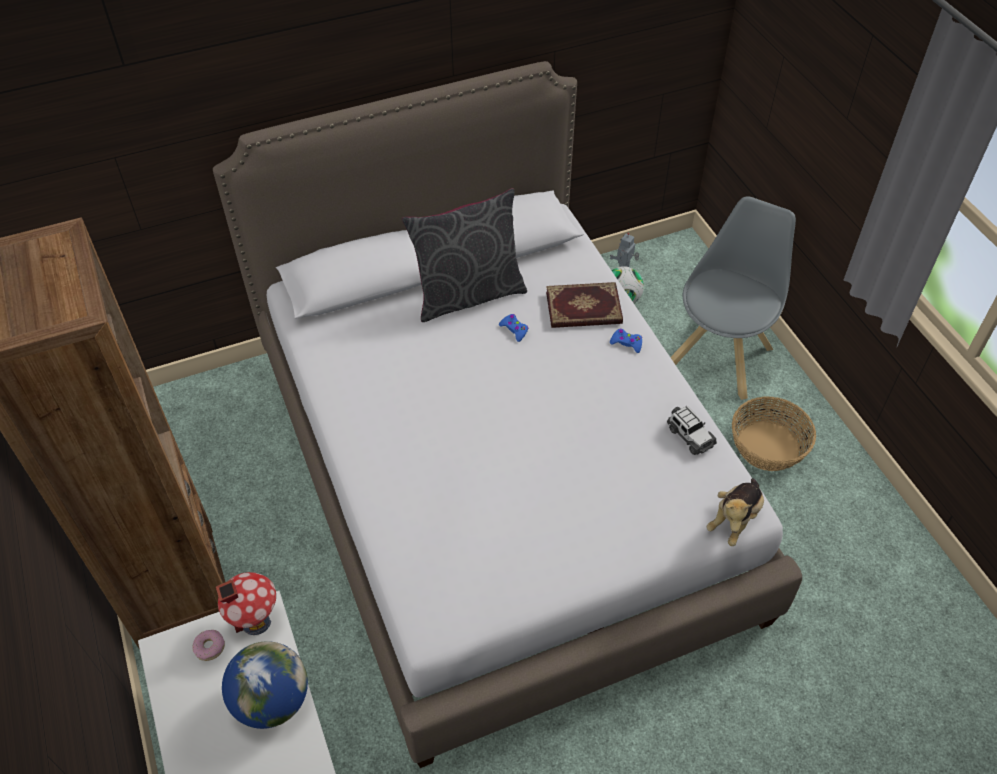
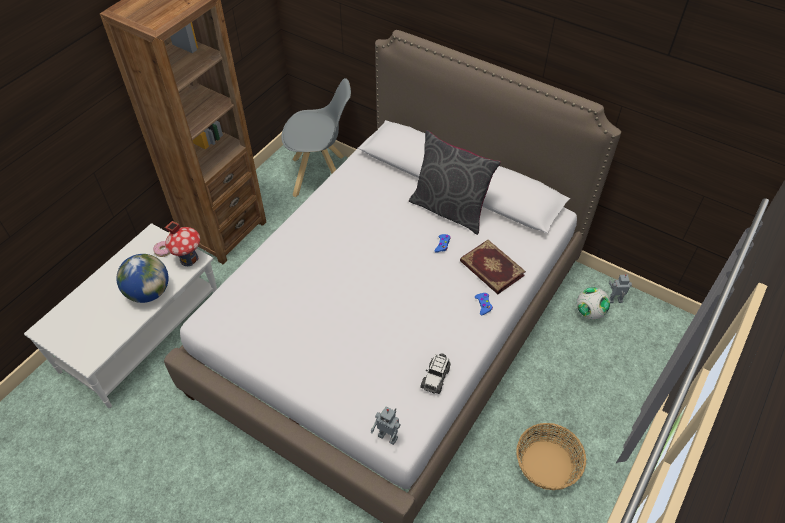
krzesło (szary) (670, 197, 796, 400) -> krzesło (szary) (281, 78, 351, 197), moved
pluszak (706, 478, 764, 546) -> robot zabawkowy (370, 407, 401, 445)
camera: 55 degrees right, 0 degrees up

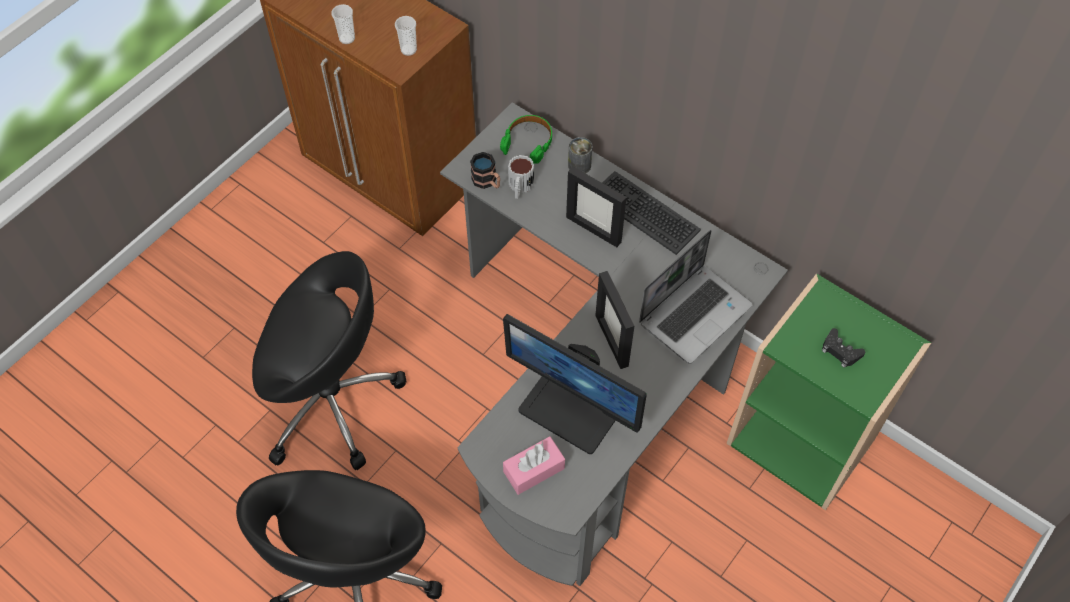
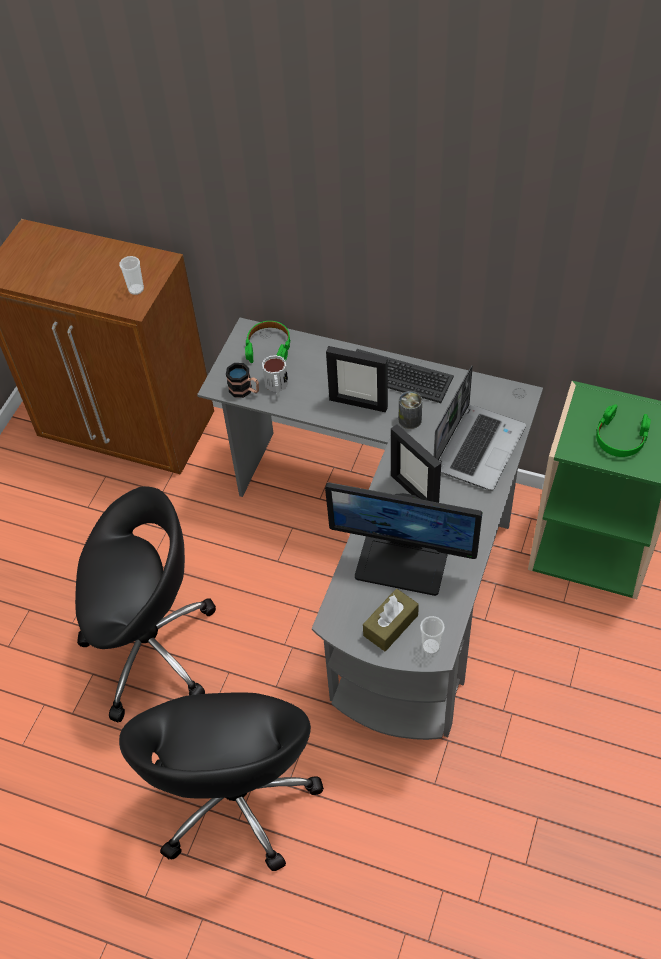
filiżanka (331, 4, 355, 44) -> filiżanka (420, 616, 445, 655), moved
puszka (568, 137, 592, 173) -> puszka (399, 391, 422, 429), moved
pad do gier (czarny) (822, 328, 865, 368) -> słuchawki (zielony) (596, 404, 651, 457)
pudełko chusteczek (różowy) (503, 436, 565, 495) -> pudełko chusteczek (brązowy) (363, 589, 419, 651)
camera: 15 degrees left, 5 degrees down

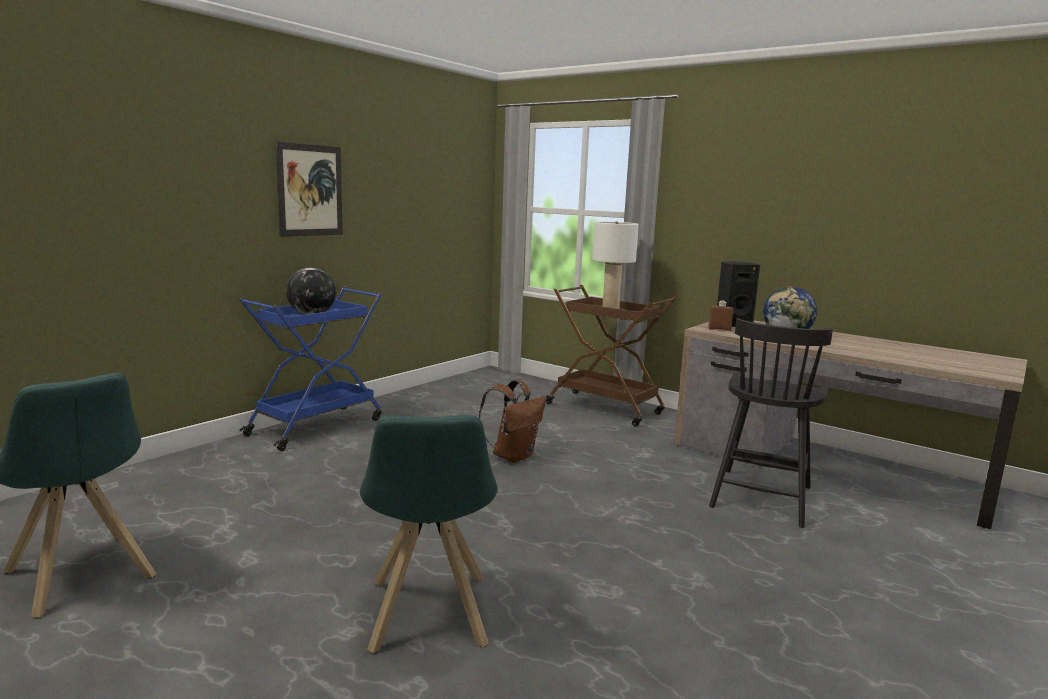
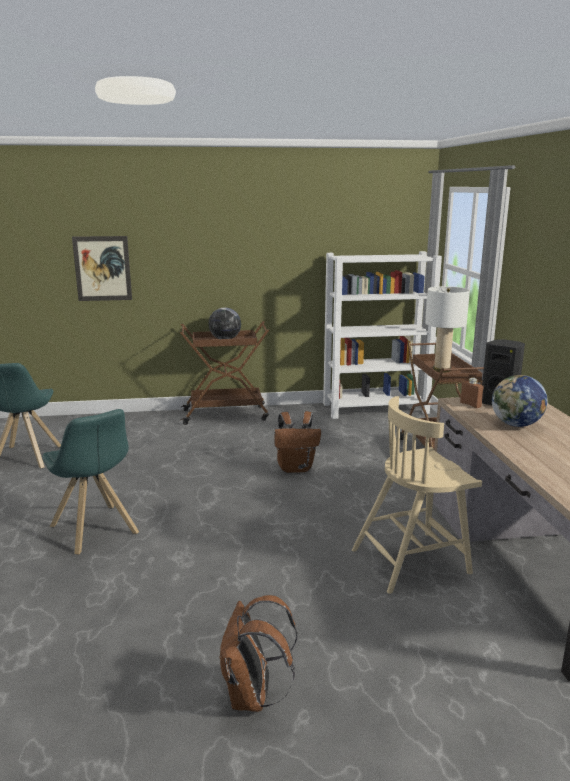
none -> plecak (brązowy) (219, 595, 297, 712)
none -> regał (biały) (323, 251, 442, 419)
obraz (275, 141, 343, 237) -> obraz (72, 236, 132, 301), moved
wózek (niebieski) (238, 286, 382, 451) -> wózek (brązowy) (180, 321, 269, 425)
krzesło (czarny) (709, 318, 833, 528) -> krzesło (beżowy) (352, 396, 482, 594)
krzesło (turkusowy) (360, 415, 498, 654) -> krzesło (turkusowy) (42, 409, 139, 555), 75 degrees counterclockwise
camera: 45 degrees right, 5 degrees up

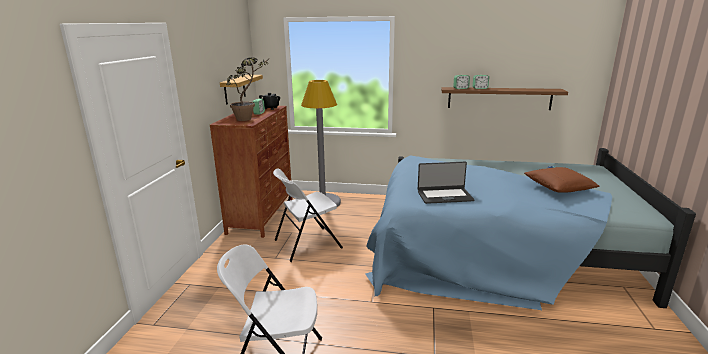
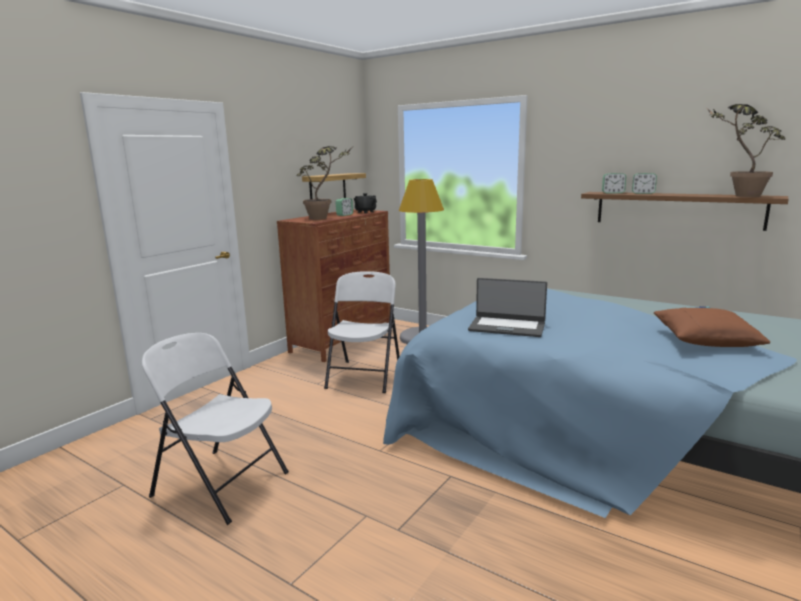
none -> roślina doniczkowa (707, 104, 785, 197)
krzesło (biały) (273, 168, 343, 262) -> krzesło (biały) (324, 271, 400, 393), 105 degrees clockwise
camera: 25 degrees right, 5 degrees down

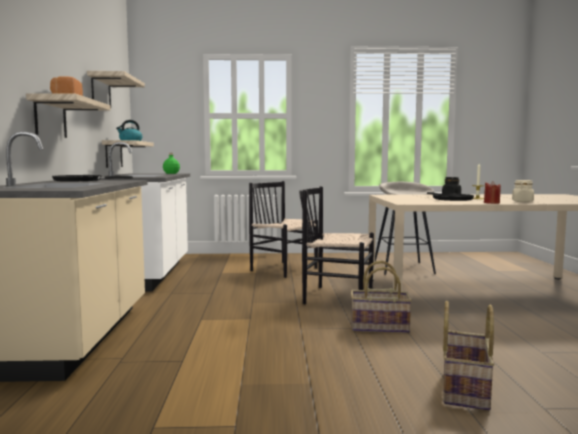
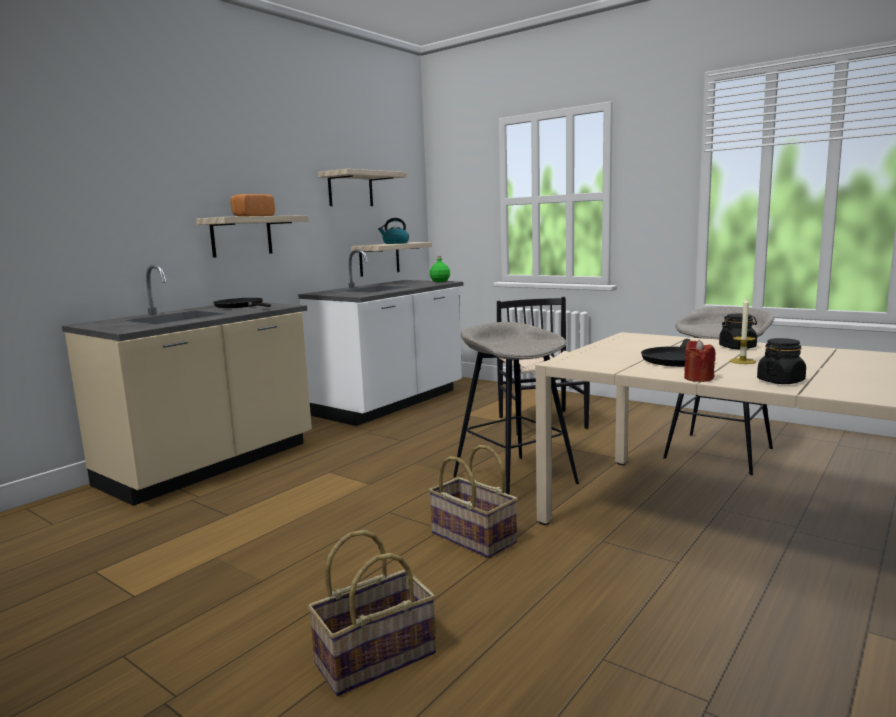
krzesło (czarny) (299, 186, 374, 304) -> stołek (szary) (453, 322, 579, 495)
słoik (beżowy) (512, 180, 534, 202) -> słoik (czarny) (757, 338, 806, 384)
camera: 40 degrees right, 5 degrees up

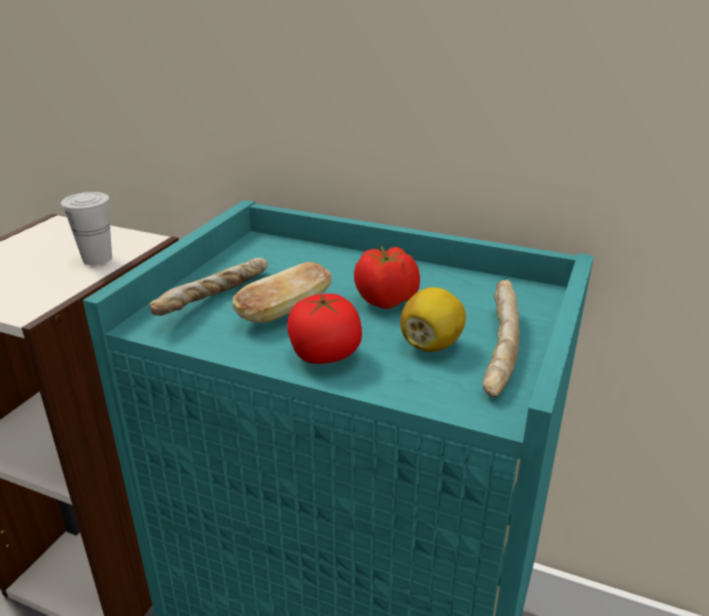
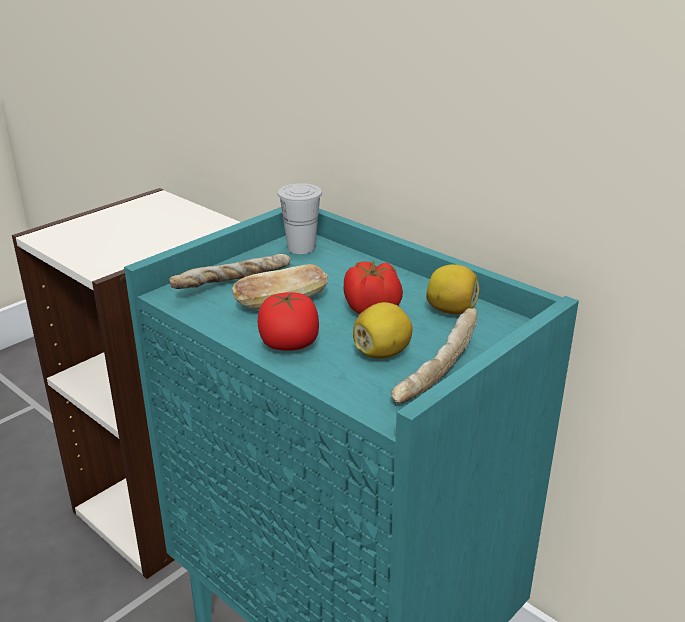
none -> cytryna (426, 264, 479, 314)
filiżanka (biały) (61, 192, 112, 265) -> filiżanka (biały) (277, 183, 322, 254), moved
camera: 20 degrees right, 0 degrees up

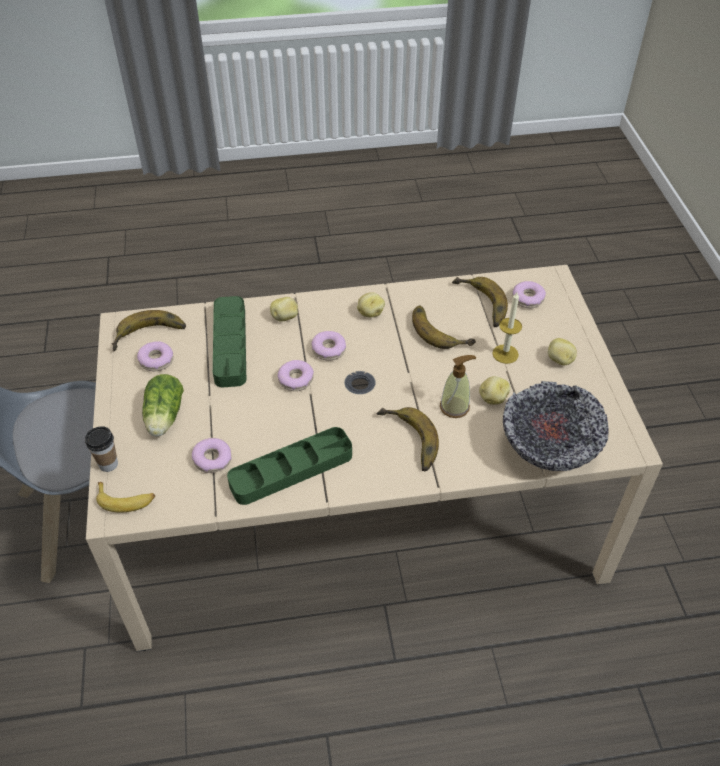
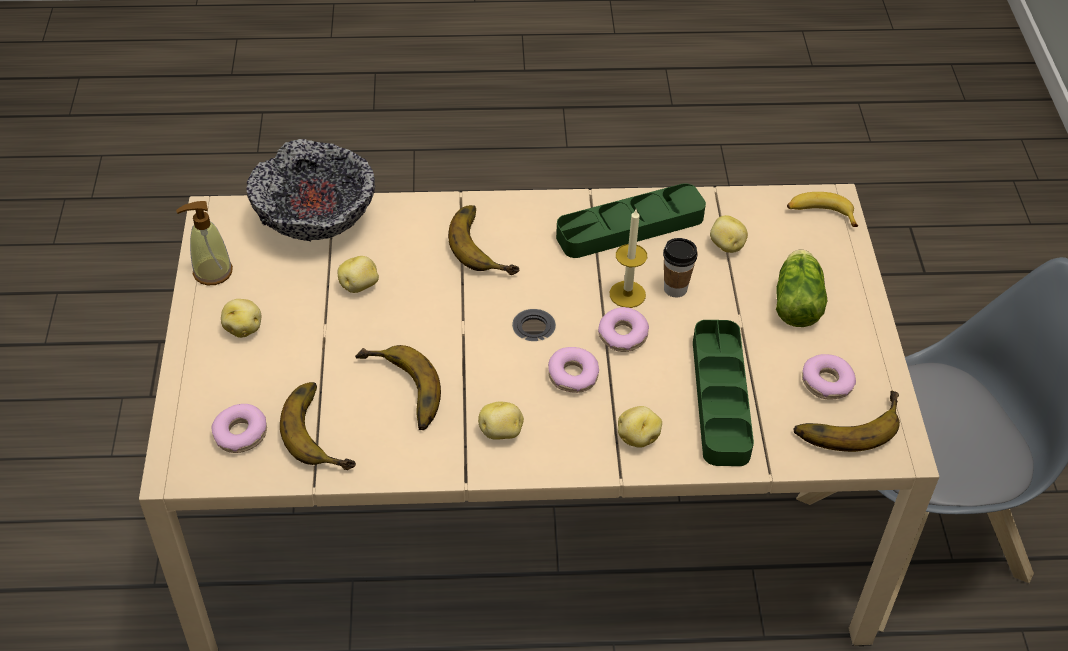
filiżanka (85, 426, 118, 472) -> filiżanka (663, 238, 698, 297), moved
dozownik mydła (440, 355, 476, 418) -> dozownik mydła (176, 201, 233, 285), moved
świeca (492, 292, 522, 364) -> świeca (610, 209, 647, 308), moved
donut (192, 438, 232, 473) -> ziemniak (710, 215, 748, 253)
camera: 175 degrees left, 0 degrees up

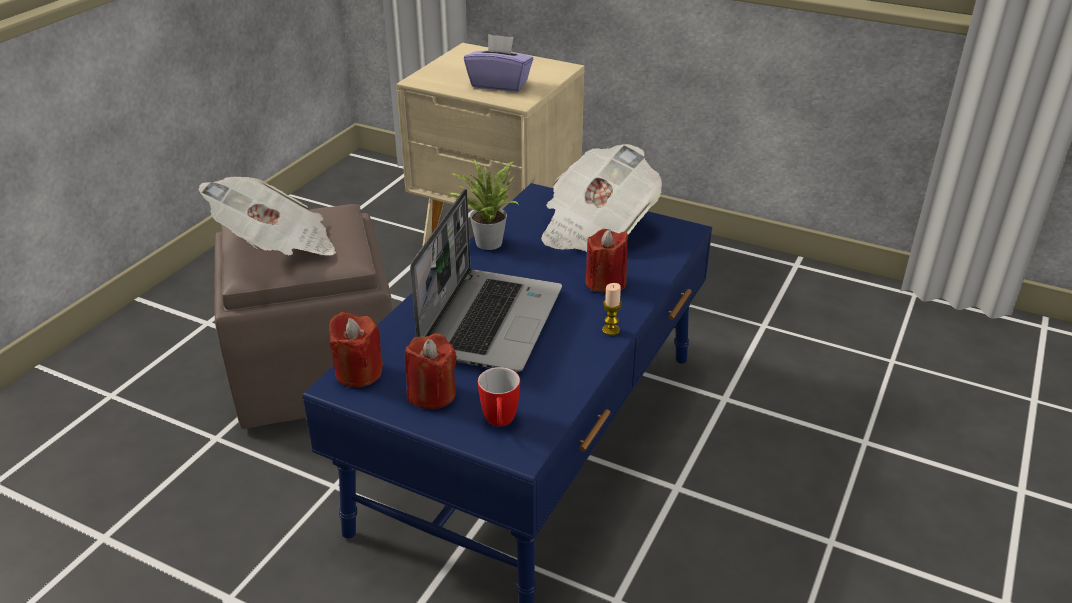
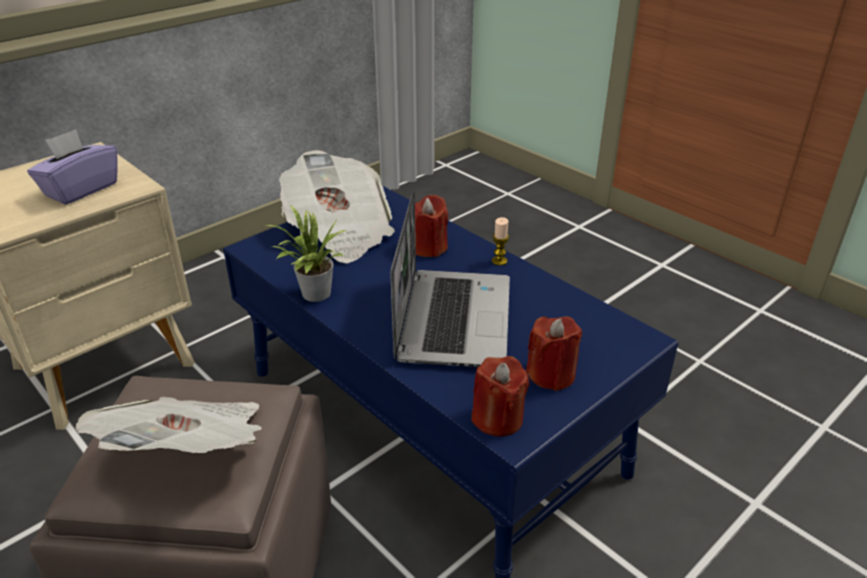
kubek (478, 367, 520, 426) -> none
laptop (410, 189, 562, 372) -> laptop (391, 190, 510, 367), 60 degrees clockwise
camera: 70 degrees left, 0 degrees up

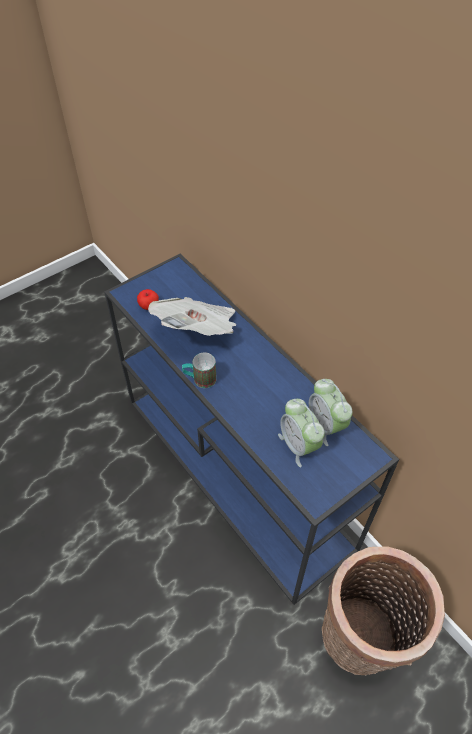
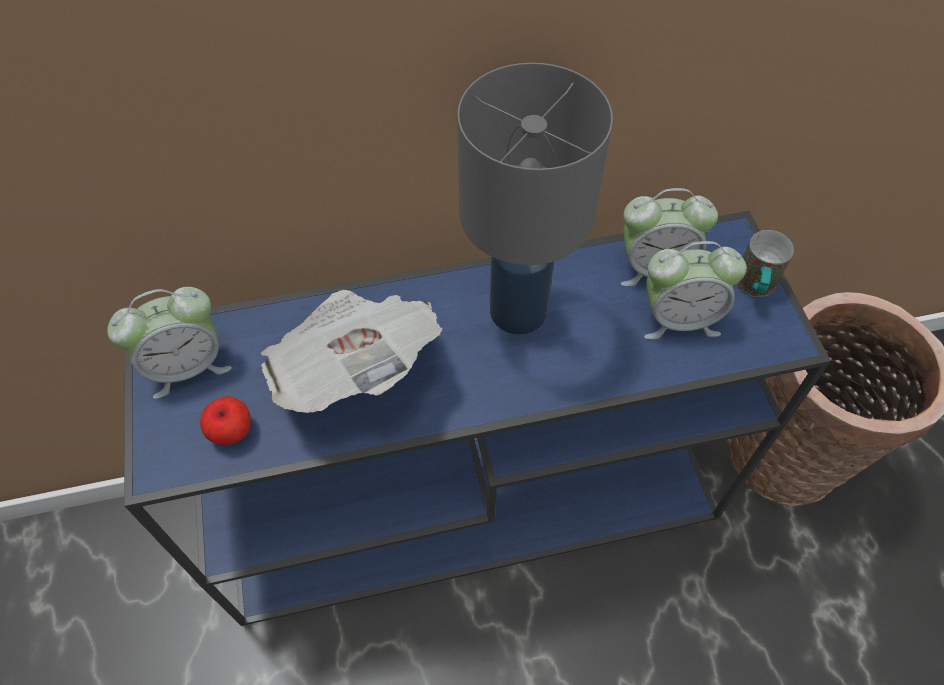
none -> budzik (107, 287, 232, 399)
none -> lampa stołowa (szary) (457, 63, 613, 335)
kubek (182, 352, 216, 388) -> kubek (736, 230, 794, 297), moved
camera: 65 degrees left, 5 degrees up

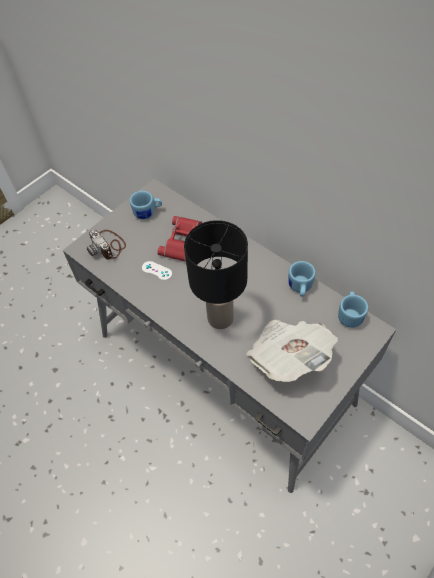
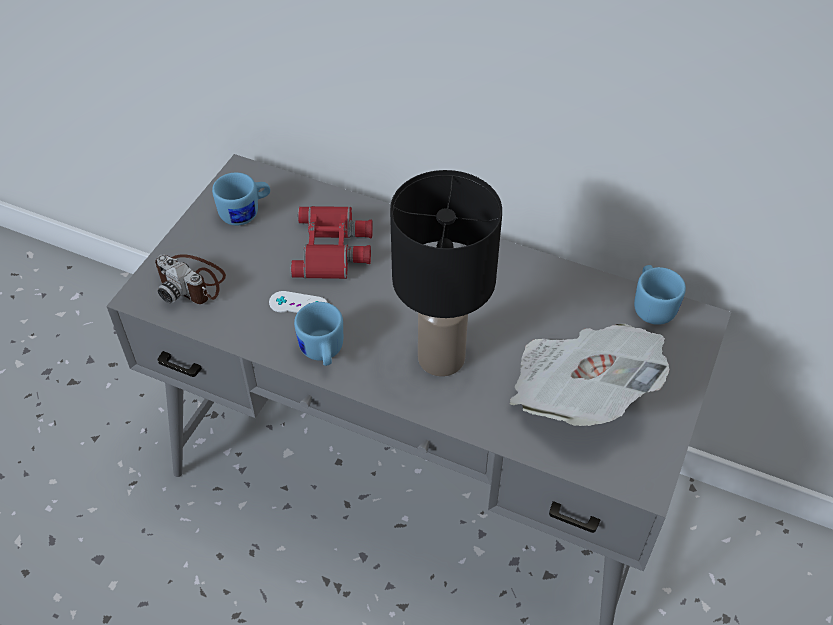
kubek (niebieski) (288, 261, 316, 297) -> kubek (niebieski) (294, 302, 343, 366), moved
camera: 20 degrees left, 5 degrees down

